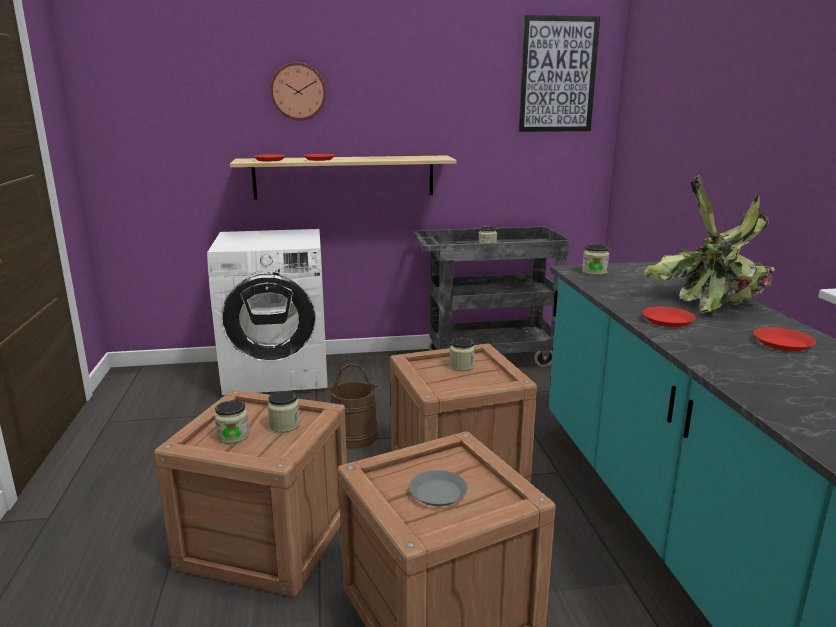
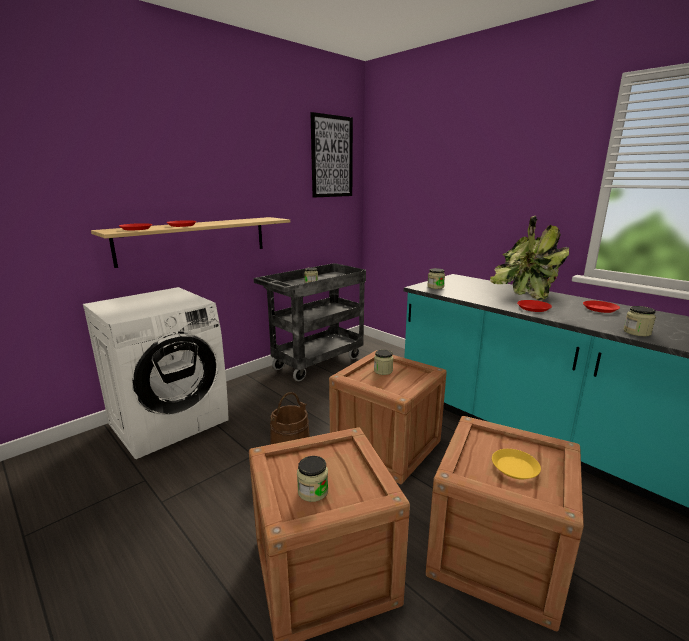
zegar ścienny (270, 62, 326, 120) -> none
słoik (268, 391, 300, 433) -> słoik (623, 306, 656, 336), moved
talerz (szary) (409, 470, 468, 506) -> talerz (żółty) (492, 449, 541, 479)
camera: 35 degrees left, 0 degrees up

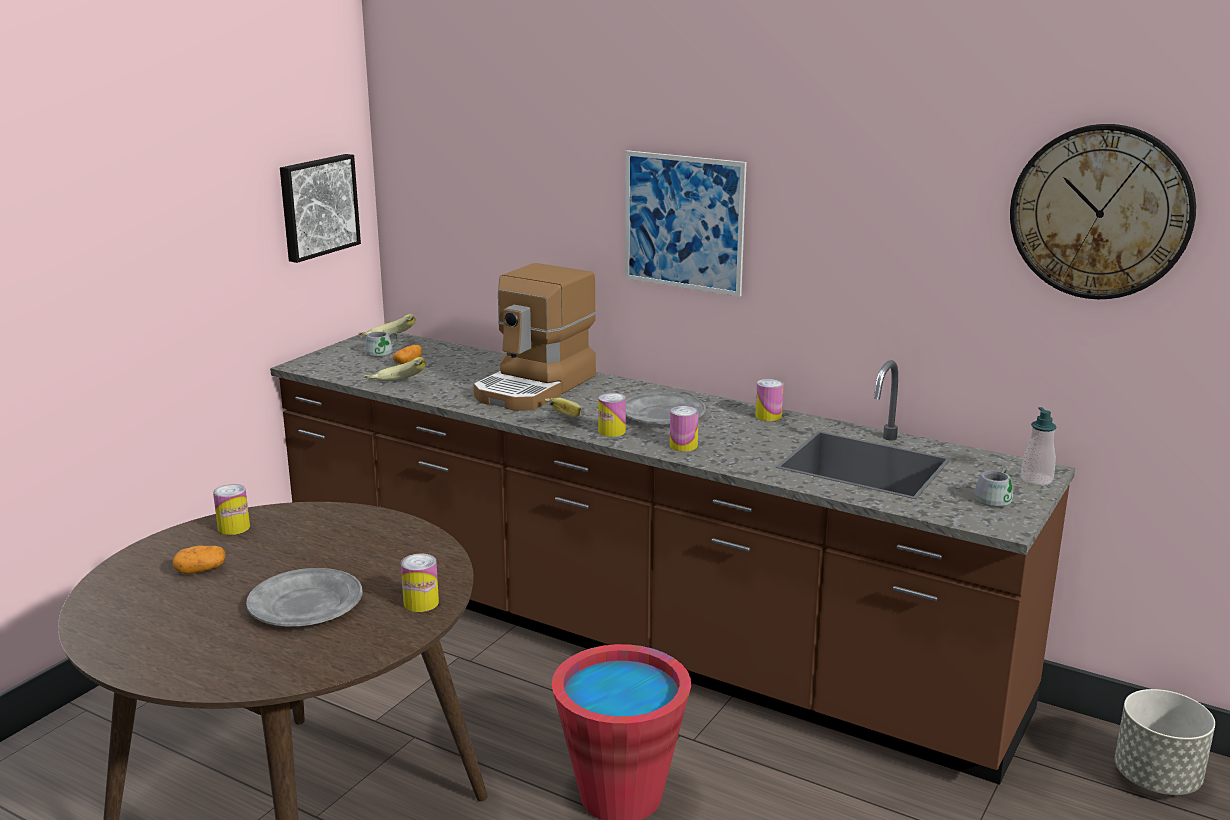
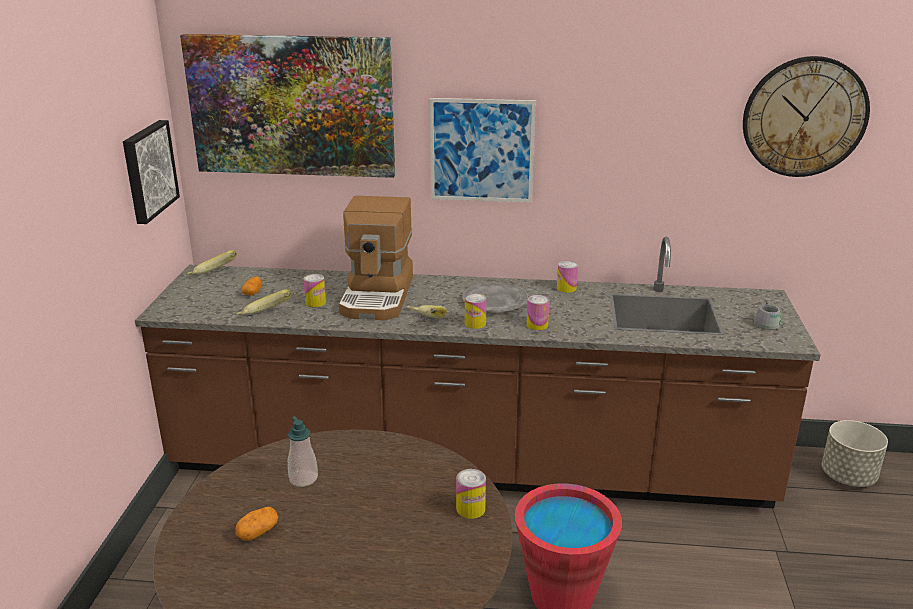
talerz (szary) (246, 568, 363, 626) -> none
kubek (szary) (365, 331, 399, 357) -> none
none -> obraz (180, 34, 395, 178)
puszka (213, 484, 250, 535) -> puszka (303, 274, 326, 307), moved
dozownik mydła (1020, 407, 1057, 486) -> dozownik mydła (288, 416, 318, 487), moved
camera: 25 degrees left, 5 degrees up

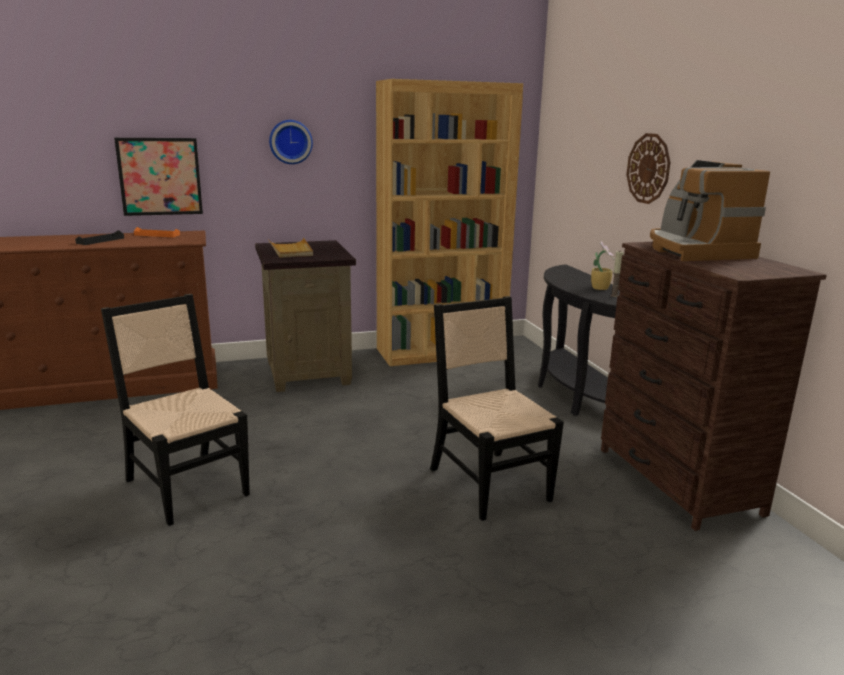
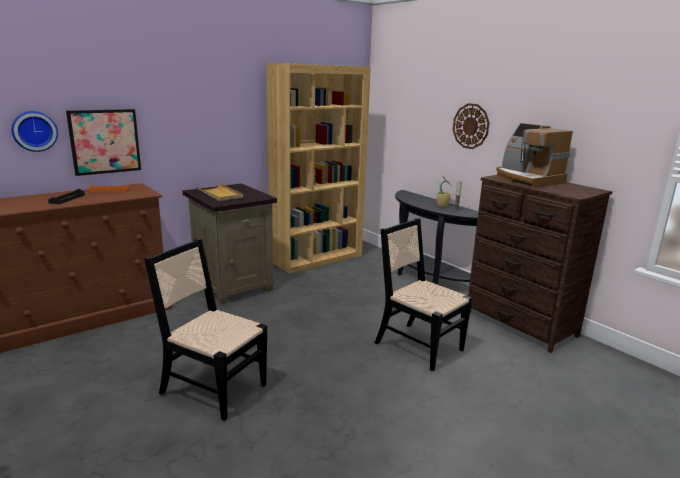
zegar ścienny (269, 120, 313, 164) -> zegar ścienny (11, 111, 58, 152), moved
camera: 20 degrees left, 0 degrees up

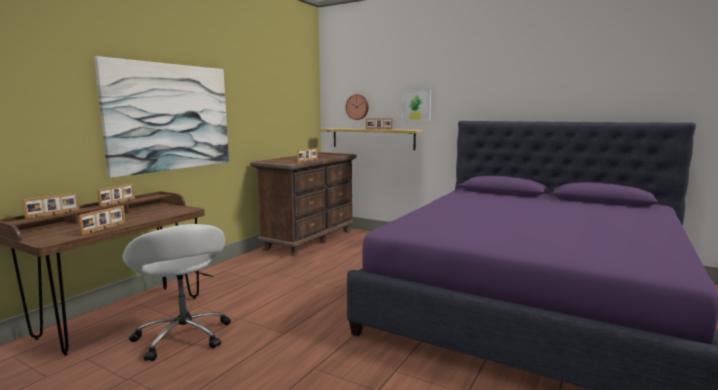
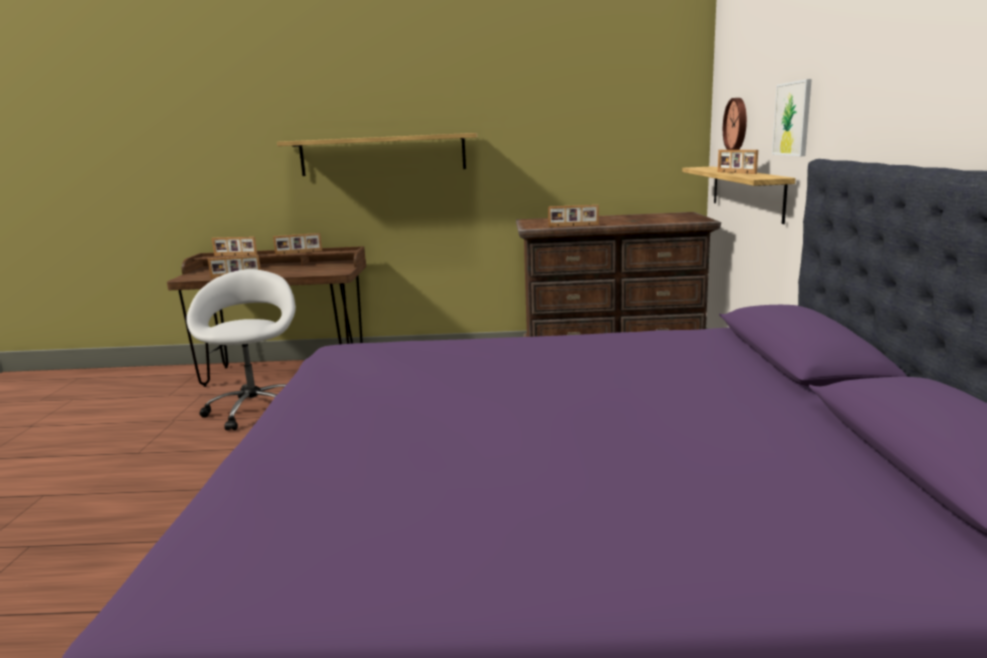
obraz (94, 56, 229, 178) -> półka (277, 133, 477, 176)
krzesło biurowe (biały) (122, 224, 231, 361) -> krzesło biurowe (biały) (186, 269, 296, 430), 150 degrees clockwise
camera: 60 degrees right, 5 degrees up

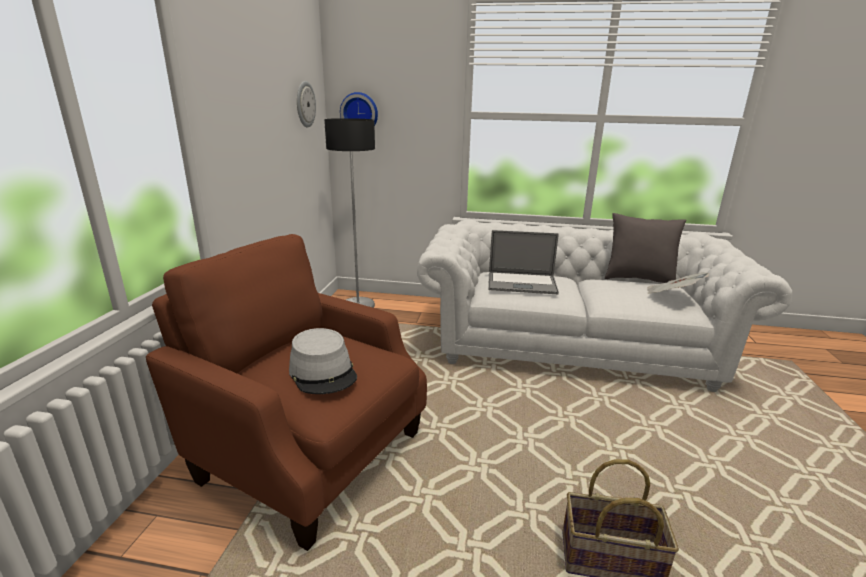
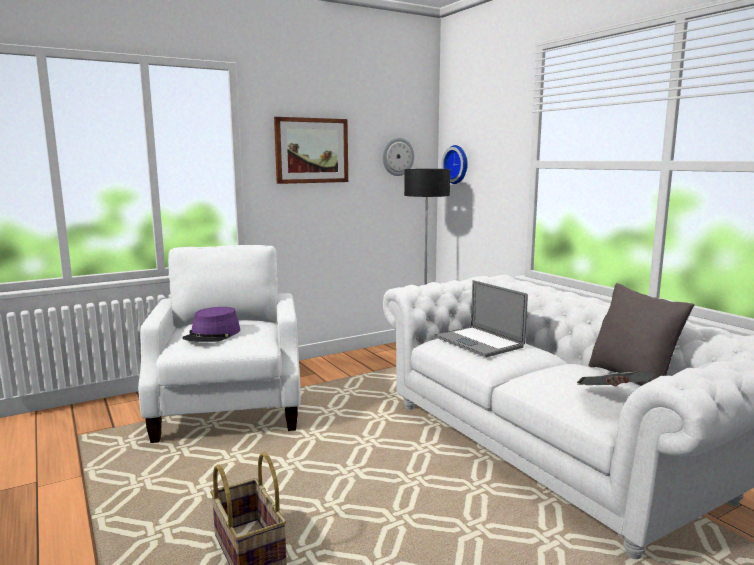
none -> obraz (274, 117, 348, 184)
fotel (brązowy) (146, 234, 427, 551) -> fotel (biały) (138, 245, 301, 443)
kapelusz (szary) (289, 328, 357, 394) -> kapelusz (fioletowy) (182, 307, 240, 342)
camera: 50 degrees right, 10 degrees down

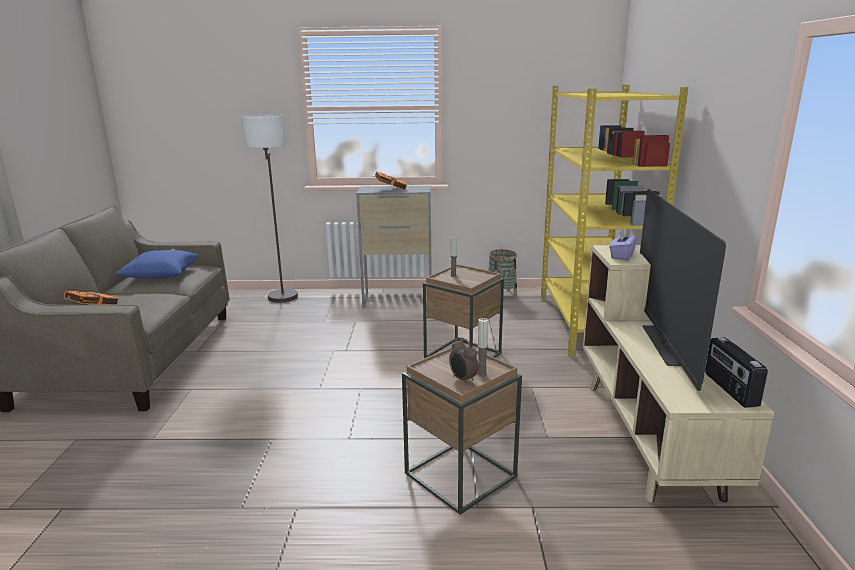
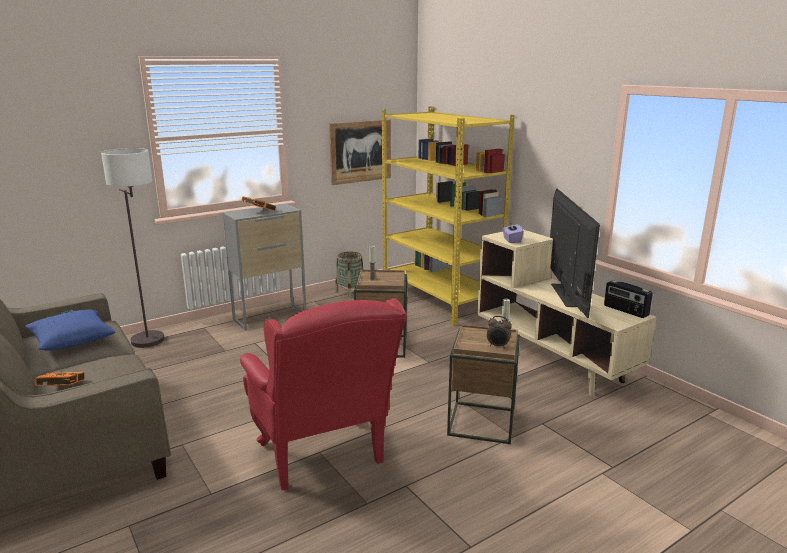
none -> fotel (czerwony) (240, 298, 406, 490)
none -> obraz (329, 120, 391, 185)
telewizor (640, 189, 726, 391) -> telewizor (550, 189, 600, 318), 150 degrees counterclockwise
camera: 35 degrees left, 0 degrees up

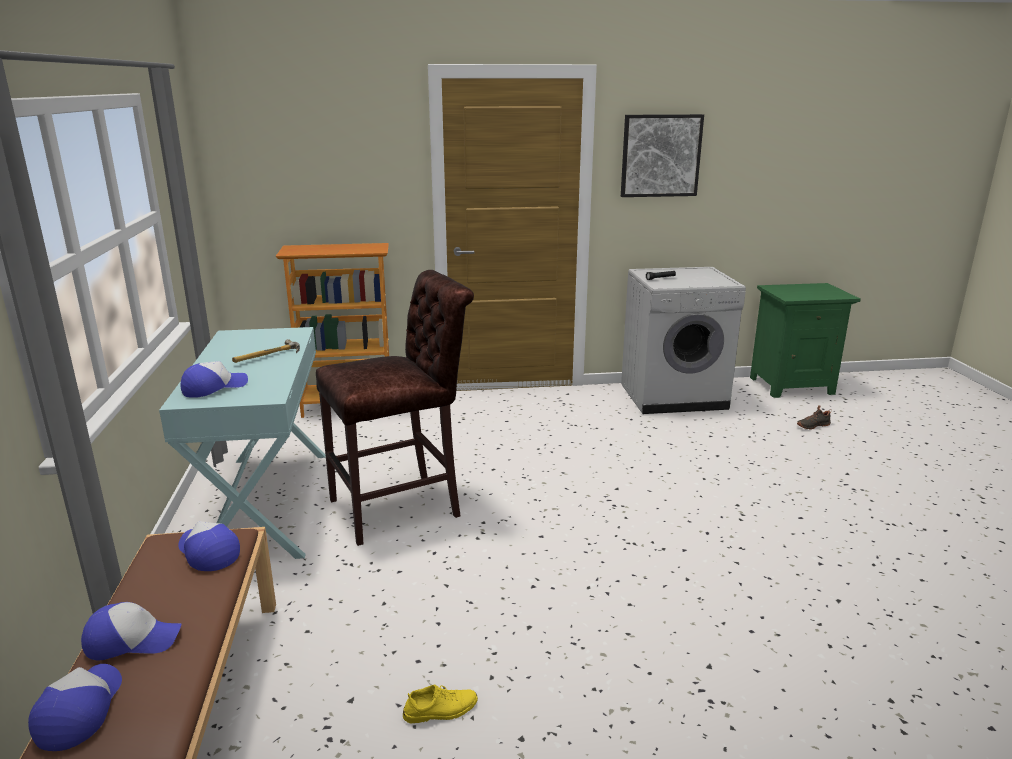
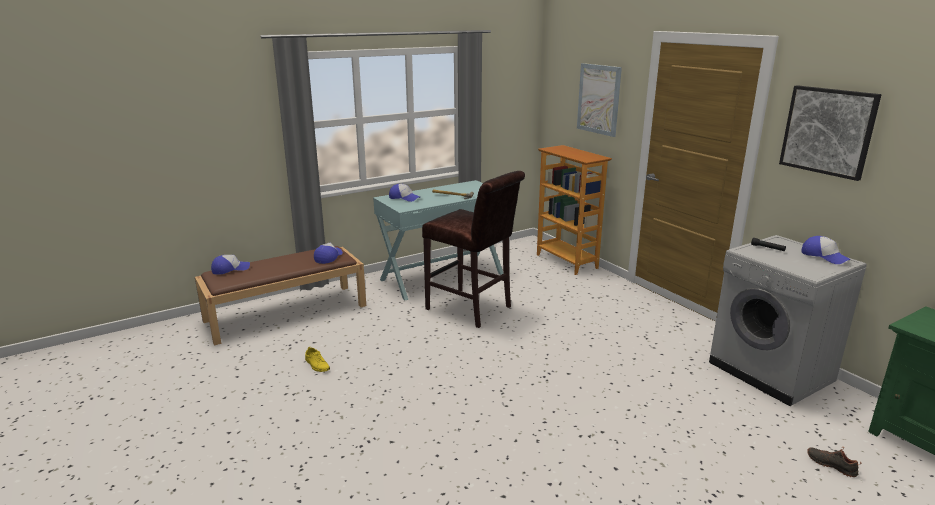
none -> obraz (577, 63, 622, 137)
czapka z daszkiem (81, 602, 181, 661) -> czapka z daszkiem (801, 236, 851, 264), moved
camera: 65 degrees right, 0 degrees up

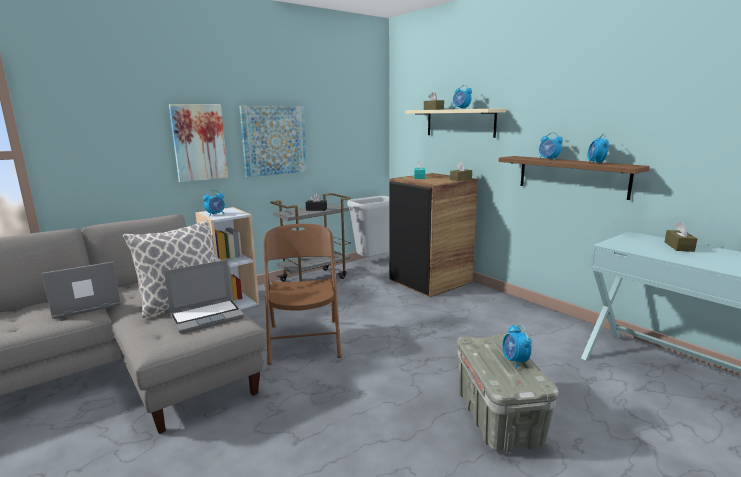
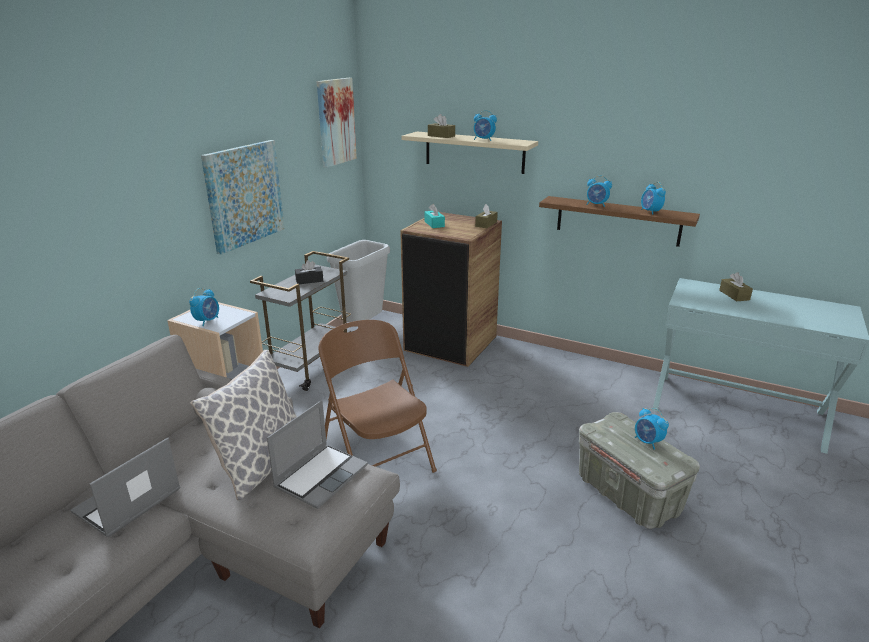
obraz (169, 104, 228, 182) -> obraz (317, 78, 357, 168), moved
camera: 25 degrees left, 10 degrees up

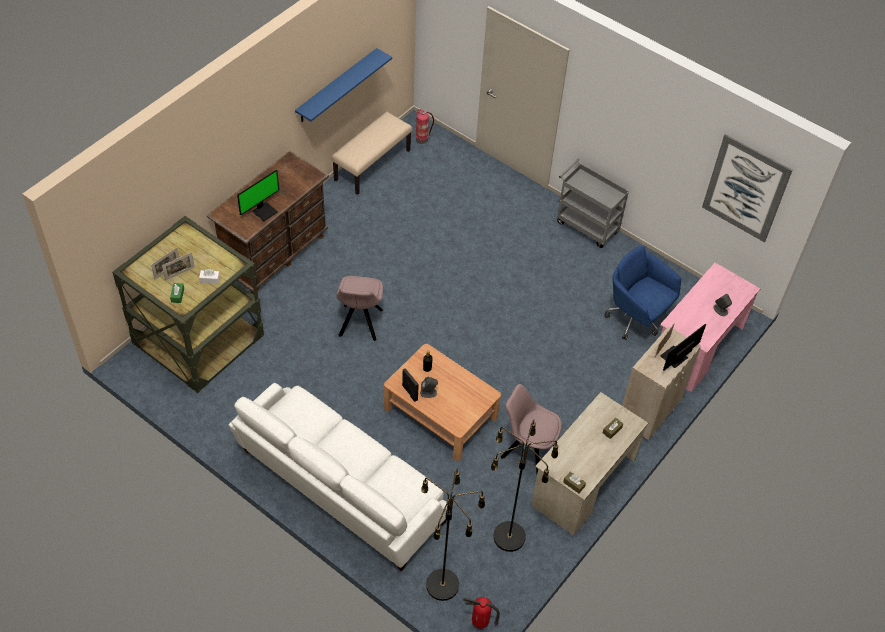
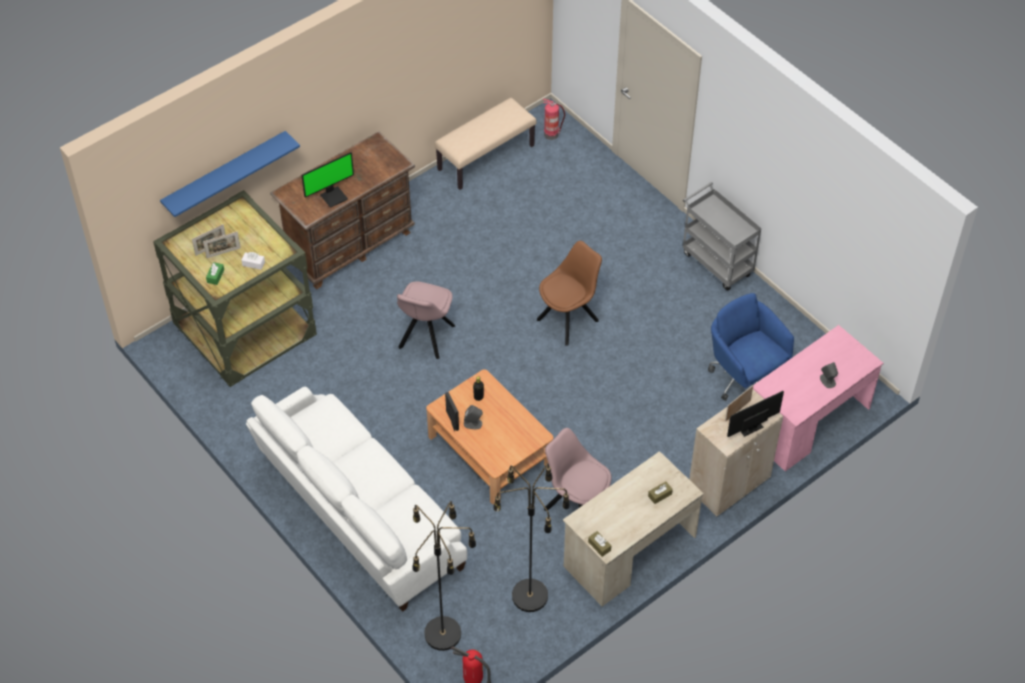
obraz (702, 134, 792, 242) -> none
none -> krzesło (brązowy) (537, 241, 602, 345)
półka (niebieski) (295, 48, 392, 122) -> półka (niebieski) (160, 131, 300, 217), moved
camera: 15 degrees right, 0 degrees up

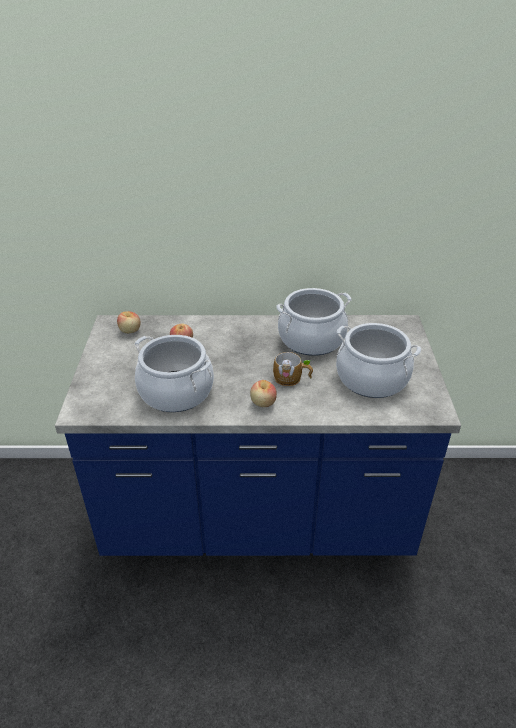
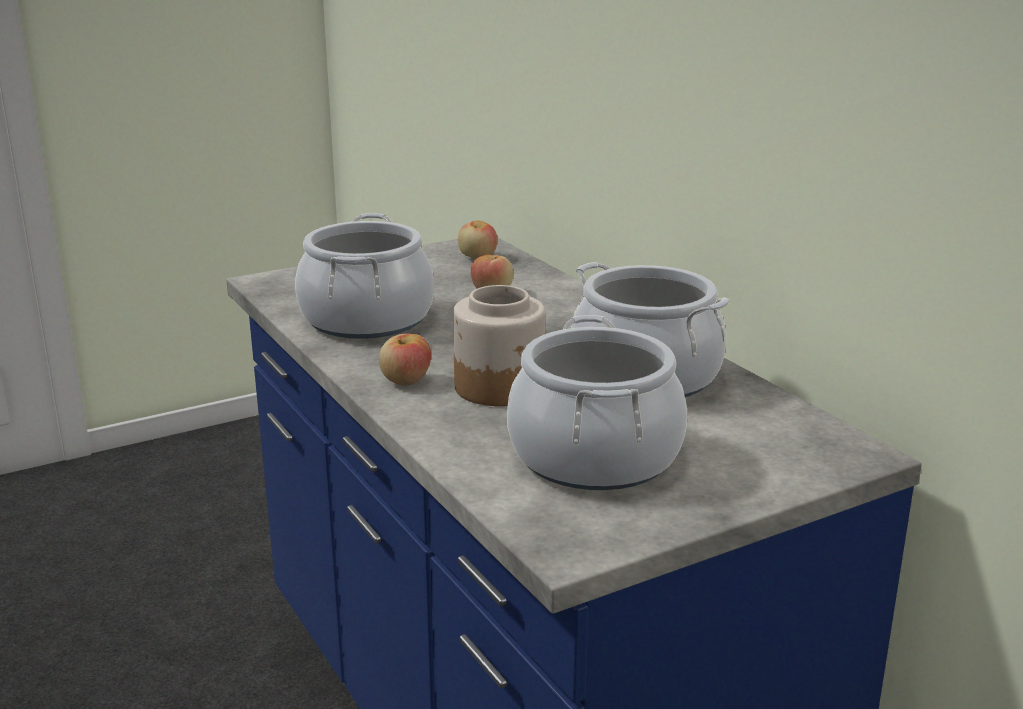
kubek (273, 352, 313, 386) -> słoik (453, 285, 546, 406)
camera: 60 degrees right, 15 degrees down

